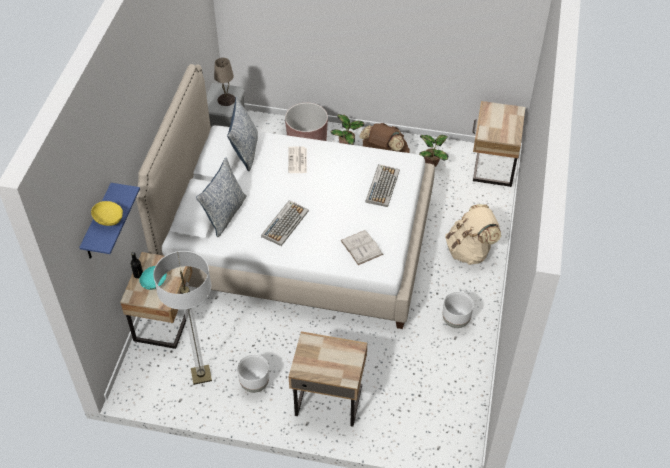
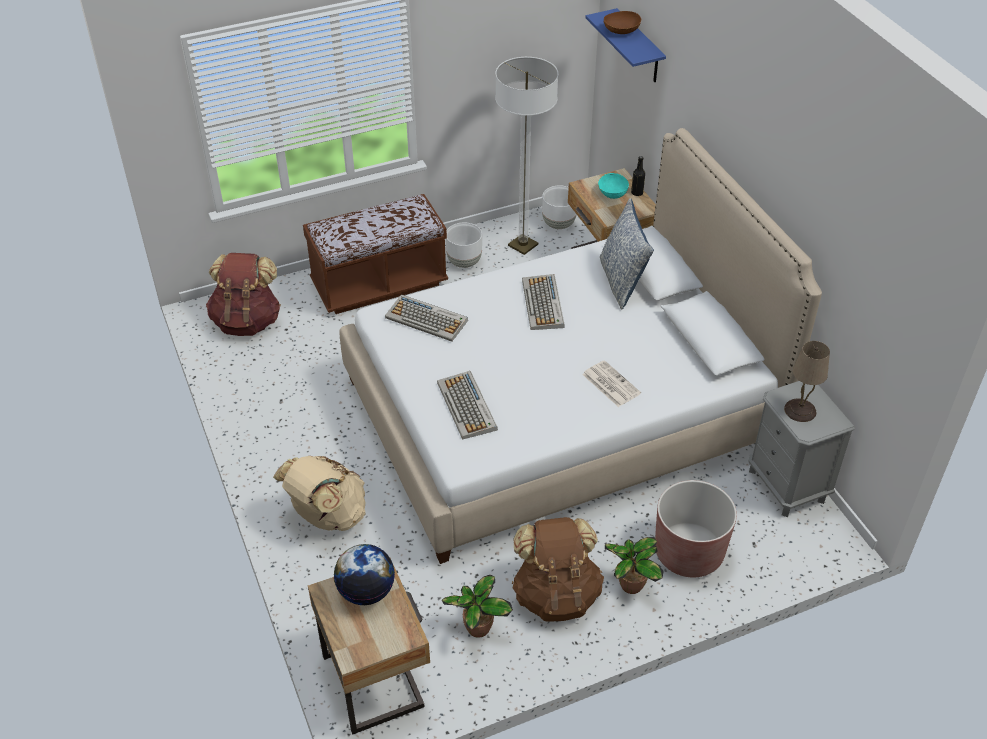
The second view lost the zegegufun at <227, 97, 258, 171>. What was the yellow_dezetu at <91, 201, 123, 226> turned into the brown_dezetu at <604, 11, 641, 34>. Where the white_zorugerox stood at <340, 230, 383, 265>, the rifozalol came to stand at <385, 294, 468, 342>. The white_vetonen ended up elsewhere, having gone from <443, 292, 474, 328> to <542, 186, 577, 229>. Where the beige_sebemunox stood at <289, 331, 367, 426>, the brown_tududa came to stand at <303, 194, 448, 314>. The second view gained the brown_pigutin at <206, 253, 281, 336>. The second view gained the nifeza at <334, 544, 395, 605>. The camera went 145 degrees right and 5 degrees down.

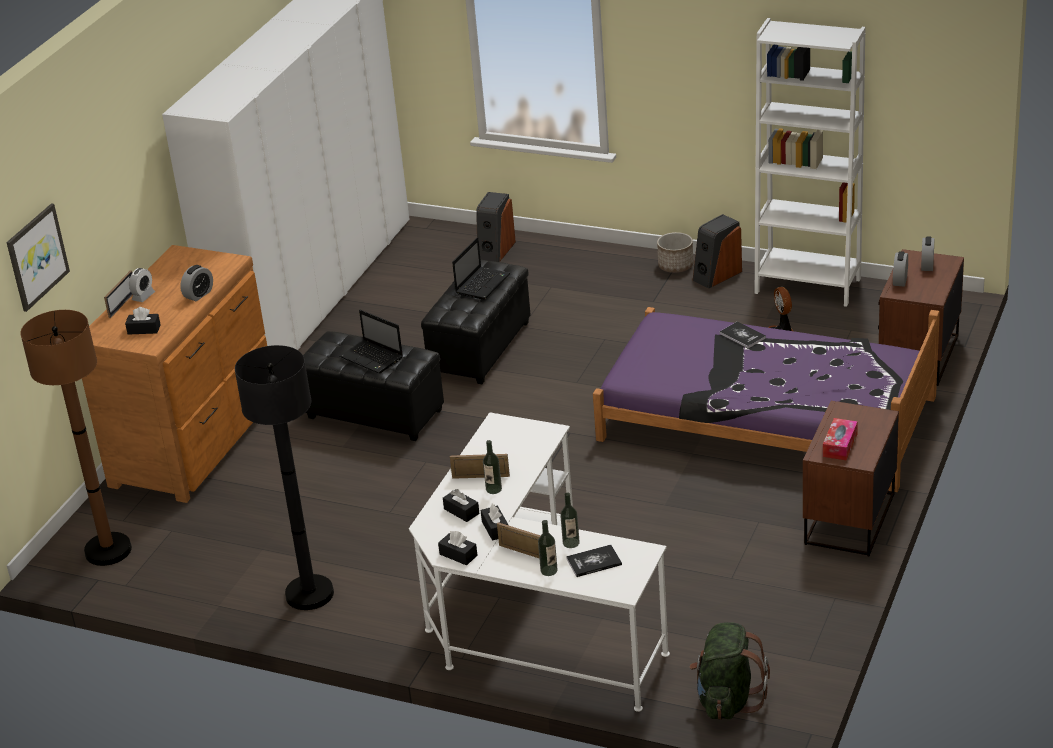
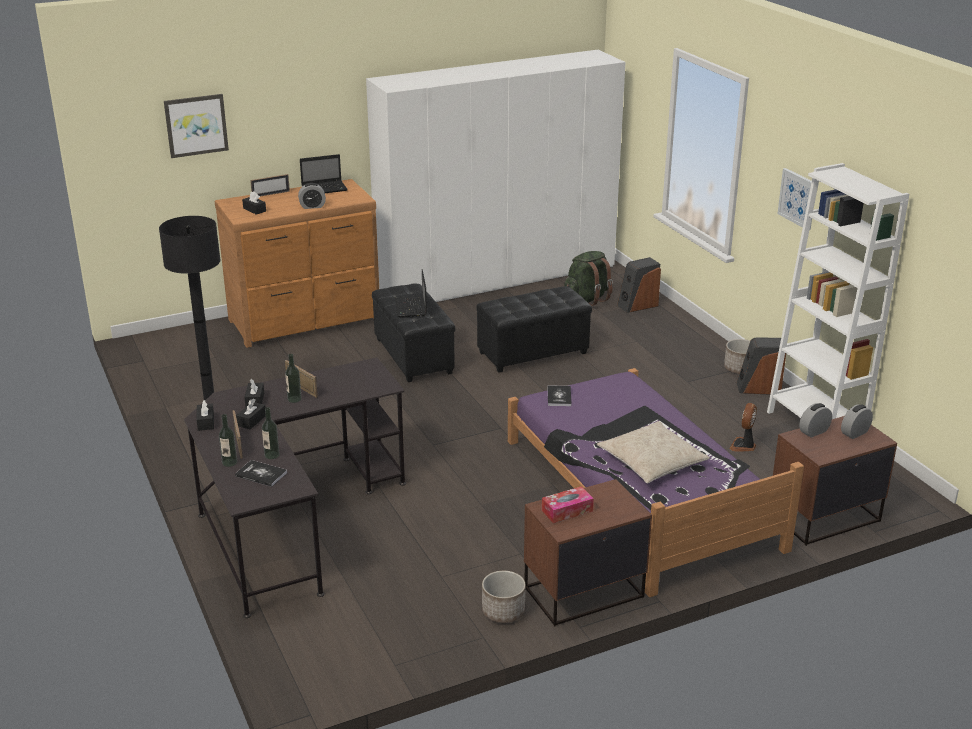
The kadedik ended up elsewhere, having gone from <452, 238, 510, 300> to <300, 154, 348, 193>. The second view lost the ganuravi at <129, 268, 155, 302>. The second view lost the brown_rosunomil at <20, 310, 132, 566>. The zorugerox ended up elsewhere, having gone from <720, 322, 766, 348> to <548, 386, 572, 406>. What was the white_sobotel at <409, 412, 670, 712> turned into the black_sobotel at <184, 357, 406, 618>. The green_pigutin ended up elsewhere, having gone from <689, 622, 770, 720> to <564, 251, 613, 306>. The second view gained the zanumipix at <777, 168, 812, 230>. The second view gained the beige_zegegufun at <597, 421, 710, 484>. The second view gained the vetonen at <482, 571, 525, 623>. The camera went 40 degrees right and 5 degrees down.

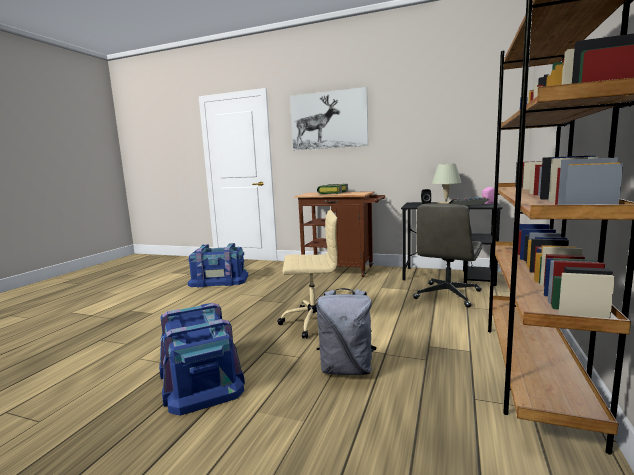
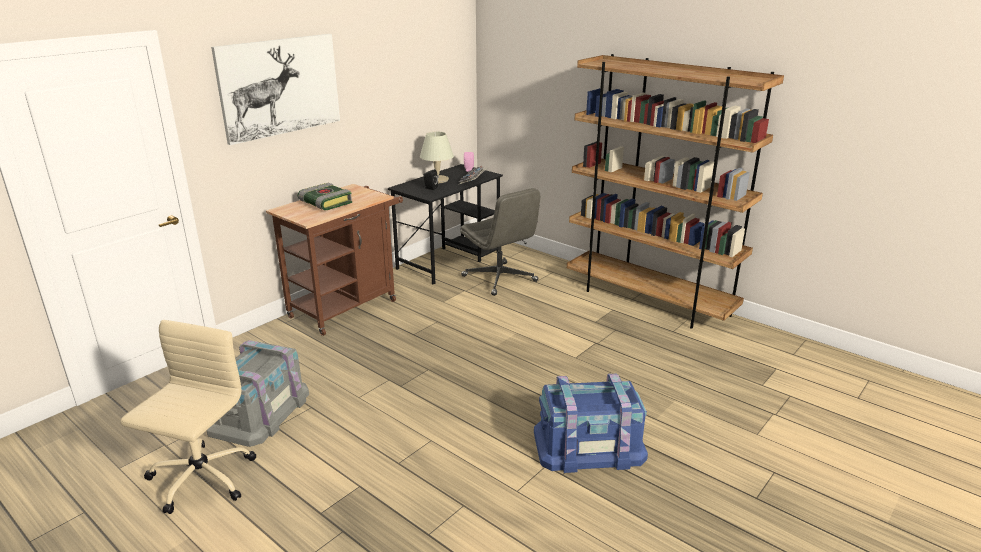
The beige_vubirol ended up elsewhere, having gone from <278, 210, 338, 339> to <121, 320, 256, 514>. What was the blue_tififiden at <188, 243, 248, 287> turned into the grey_tififiden at <206, 340, 309, 447>. The second view lost the grey_pigutin at <316, 288, 377, 375>. The camera went 70 degrees left and 15 degrees up.

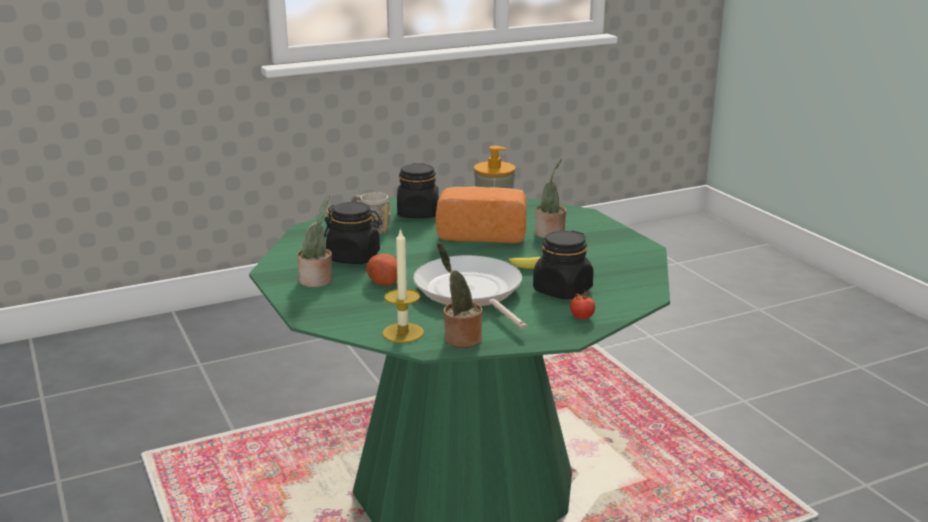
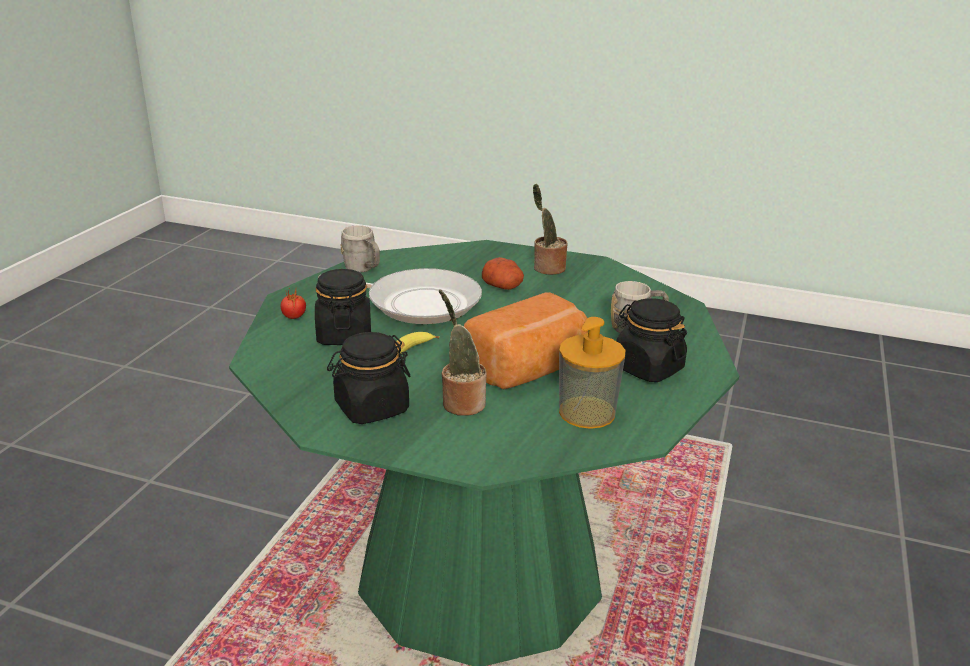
The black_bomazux ended up elsewhere, having gone from <324, 202, 382, 264> to <327, 332, 411, 424>. The second view lost the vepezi at <382, 228, 424, 343>. Where the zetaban stood at <437, 242, 482, 348>, the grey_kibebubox came to stand at <341, 225, 380, 273>. The camera went 135 degrees right and 5 degrees up.

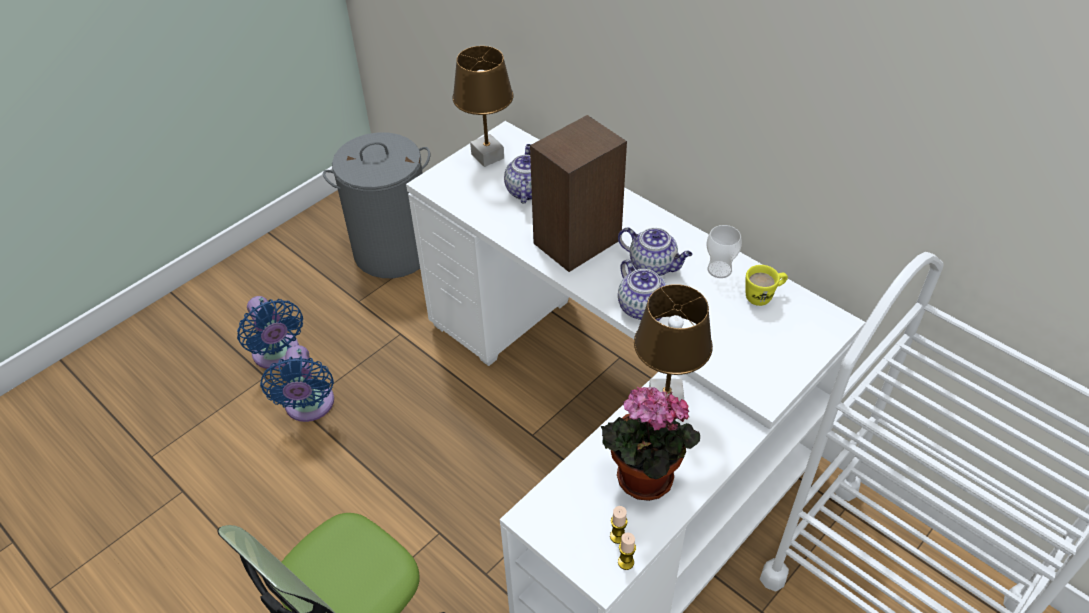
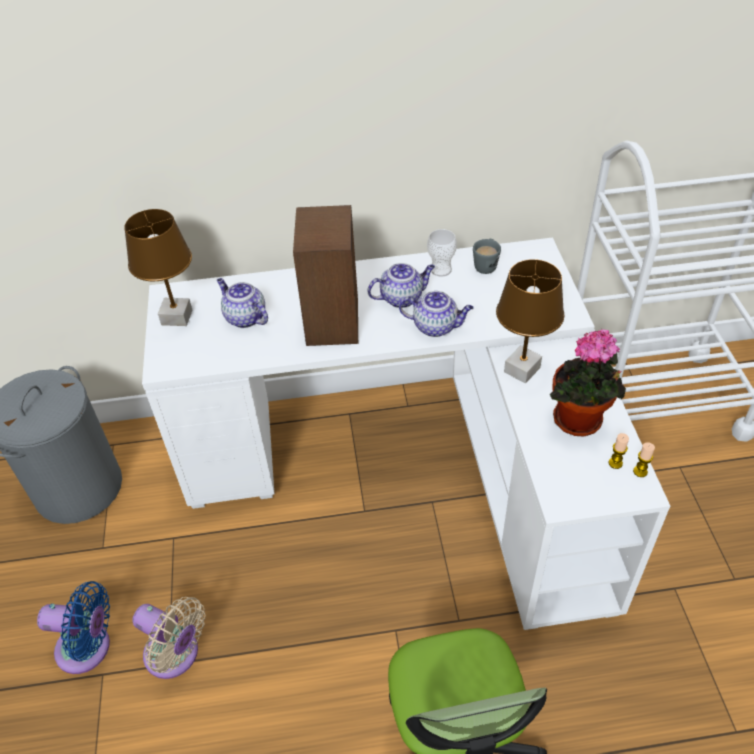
What was the yellow_kibebubox at <745, 265, 788, 306> turned into the grey_kibebubox at <473, 239, 501, 274>. What was the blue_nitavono at <260, 345, 334, 422> turned into the beige_nitavono at <132, 597, 205, 679>. The camera went 50 degrees left and 0 degrees up.

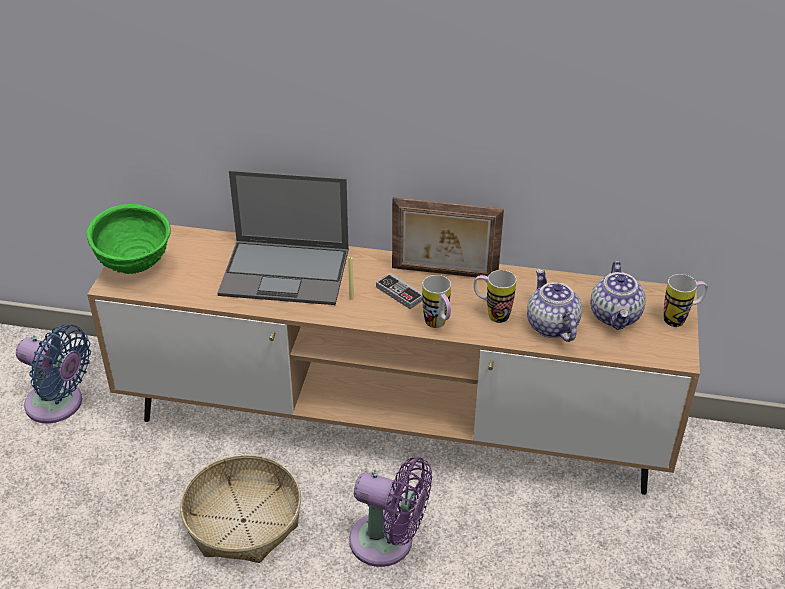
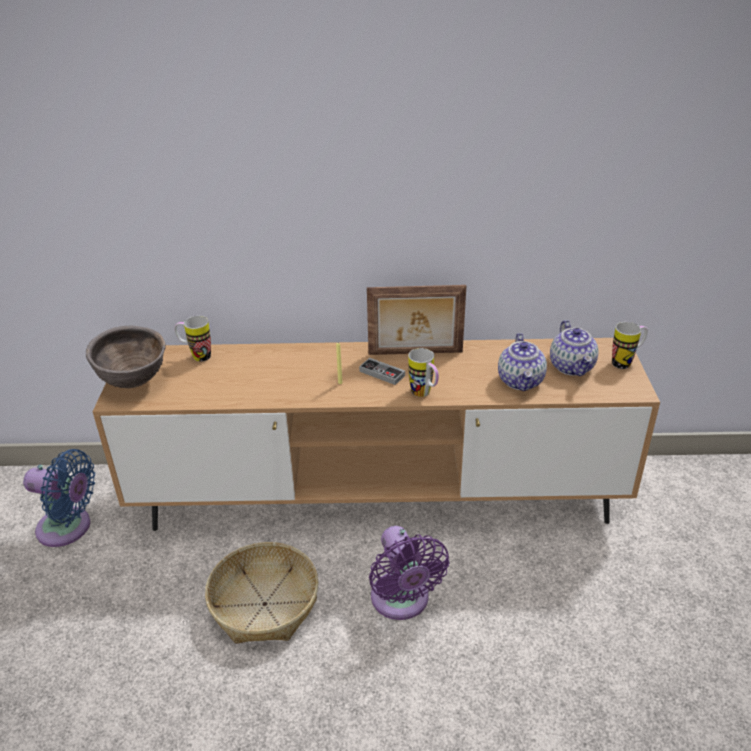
The second view lost the kadedik at <217, 170, 349, 305>. What was the green_dezetu at <87, 204, 171, 274> turned into the brown_dezetu at <86, 325, 166, 389>. The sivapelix at <527, 269, 582, 342> ended up facing another way, 150 degrees counterclockwise from before. The kibebubox ended up elsewhere, having gone from <474, 270, 516, 323> to <174, 316, 211, 362>. The purple_nitavono at <349, 457, 432, 567> ended up facing another way, 60 degrees clockwise from before. The camera went 10 degrees left and 5 degrees down.

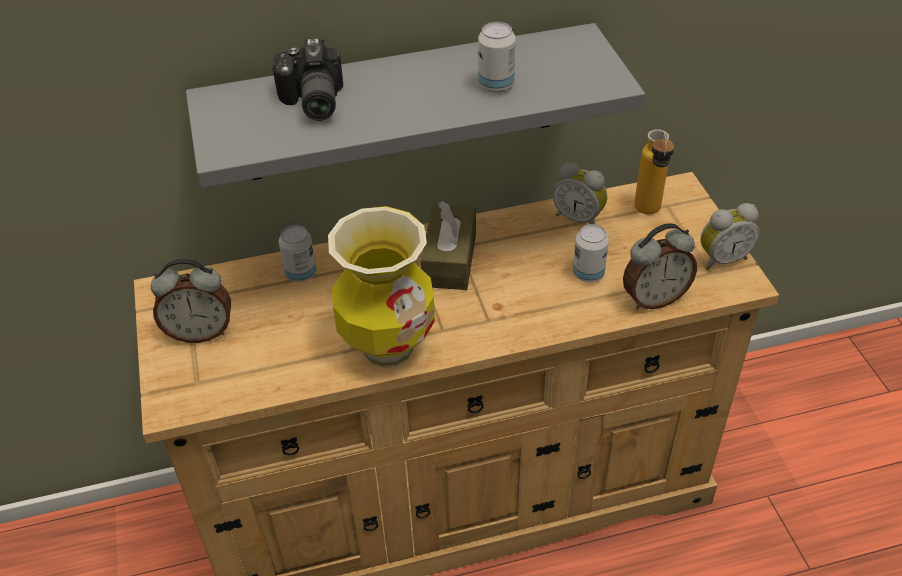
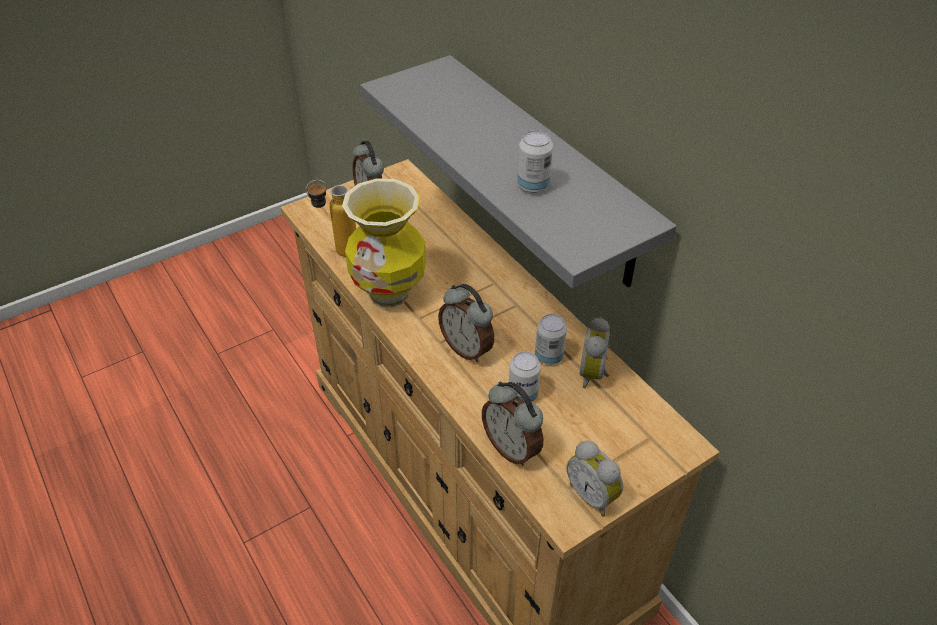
The second view lost the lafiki at <273, 38, 343, 121>. The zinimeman ended up elsewhere, having gone from <634, 129, 674, 214> to <306, 180, 356, 257>. The second view lost the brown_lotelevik at <421, 201, 476, 290>. The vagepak ended up elsewhere, having gone from <279, 225, 316, 282> to <535, 314, 567, 365>. The second view gained the ganuravi at <438, 284, 494, 362>. The camera went 70 degrees right and 0 degrees up.

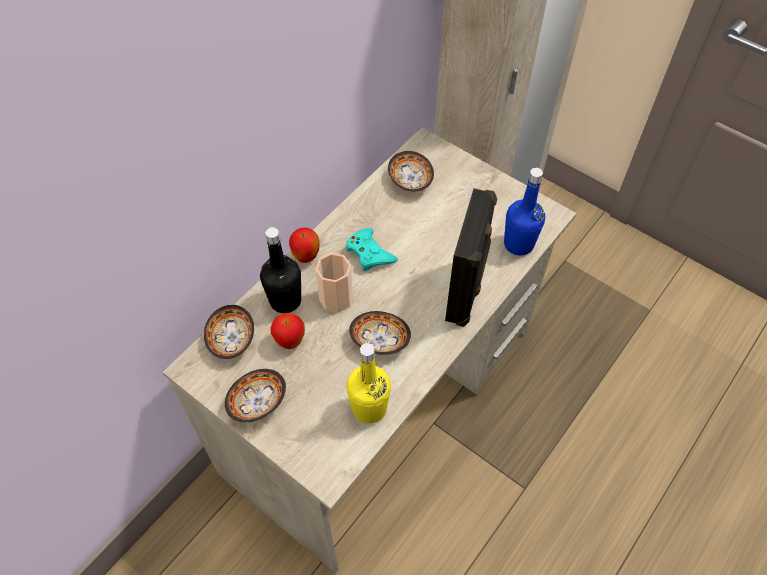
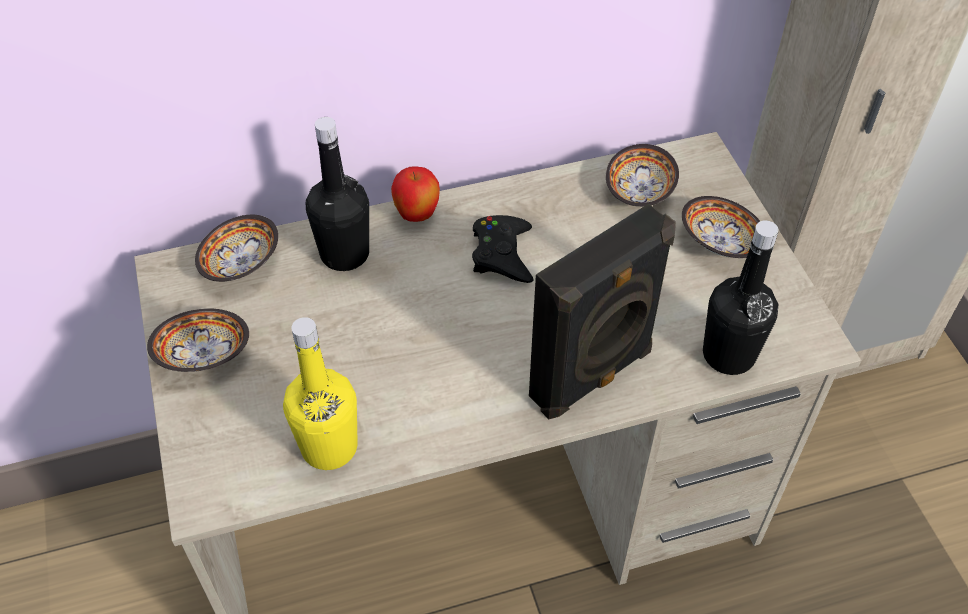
What was the blue_zinimeman at <504, 168, 545, 256> turned into the black_zinimeman at <703, 220, 779, 375>. What was the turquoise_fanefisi at <346, 228, 398, 271> turned into the black_fanefisi at <472, 215, 534, 283>. The second view lost the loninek at <315, 253, 353, 313>. The dezetu ended up elsewhere, having gone from <349, 311, 411, 355> to <682, 196, 760, 258>. The second view lost the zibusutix at <270, 313, 305, 349>. The camera went 35 degrees right and 5 degrees down.

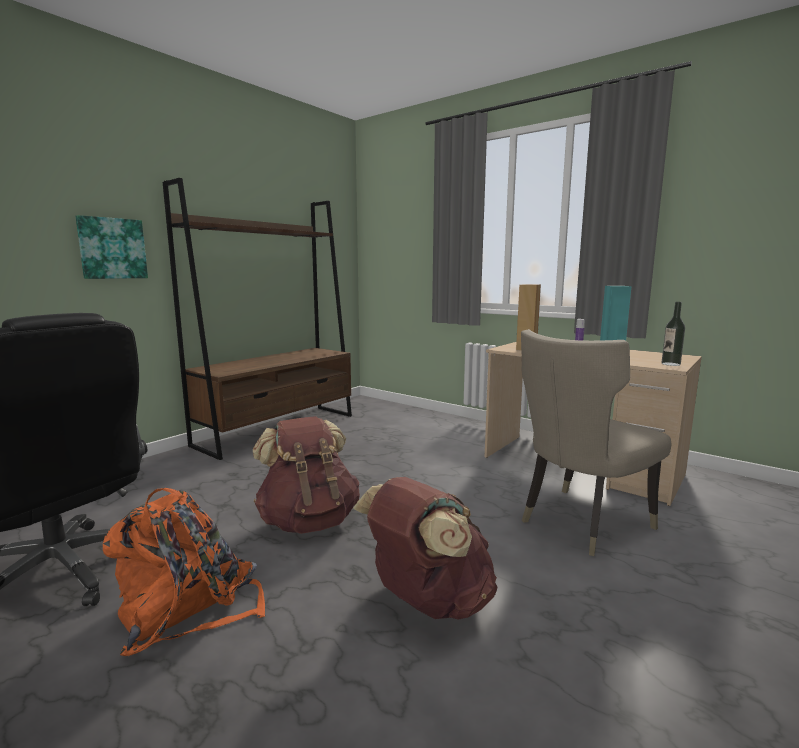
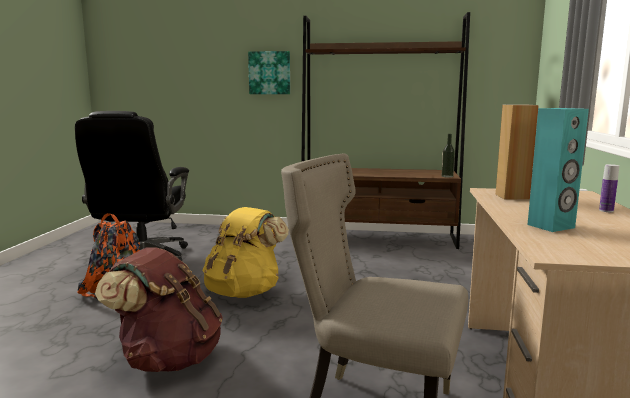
The zinimeman ended up elsewhere, having gone from <661, 302, 685, 366> to <441, 134, 455, 178>. What was the brown_pigutin at <253, 416, 360, 534> turned into the yellow_pigutin at <203, 207, 289, 298>. The camera went 60 degrees right and 0 degrees up.

